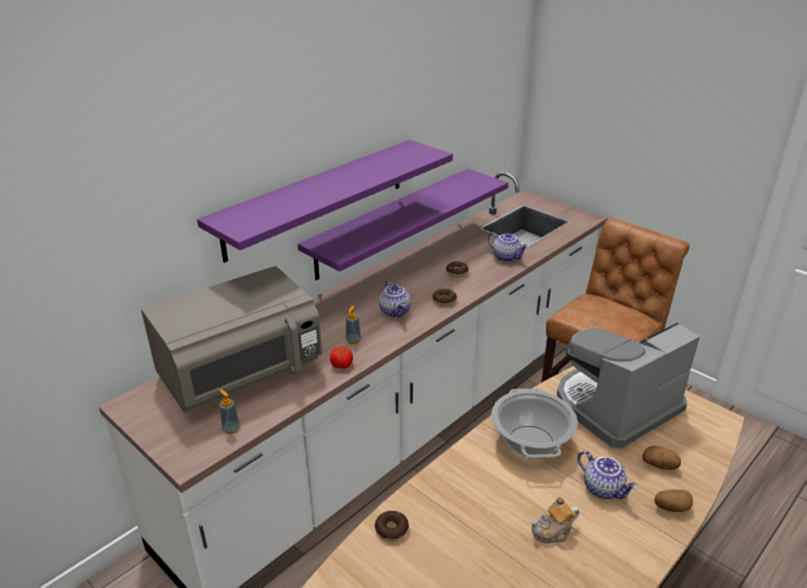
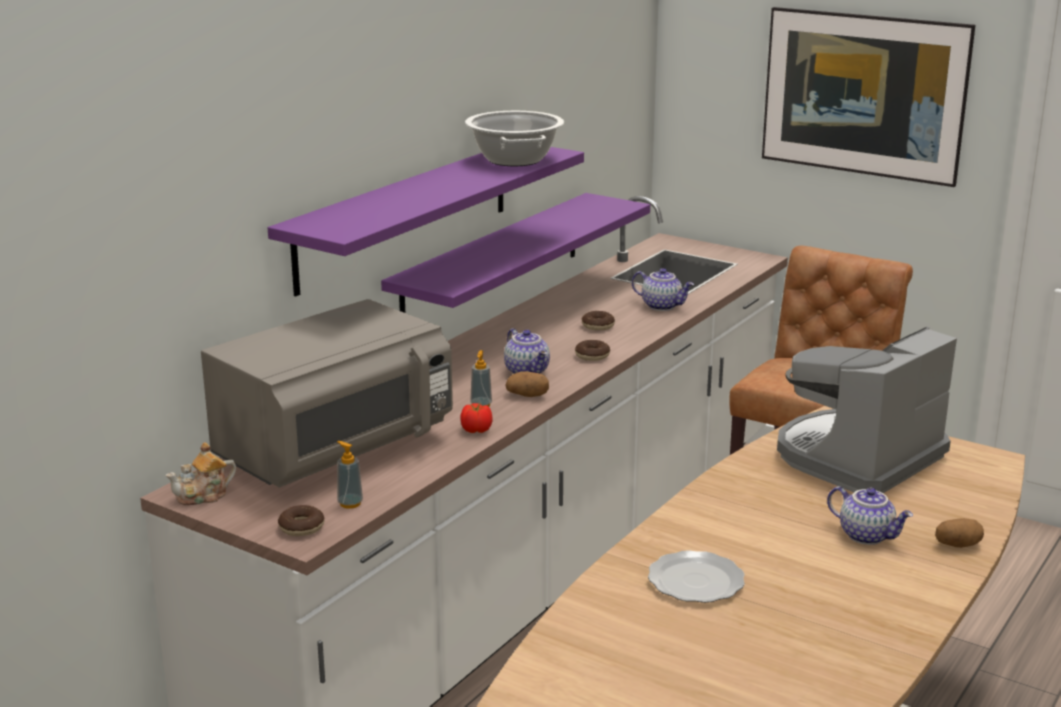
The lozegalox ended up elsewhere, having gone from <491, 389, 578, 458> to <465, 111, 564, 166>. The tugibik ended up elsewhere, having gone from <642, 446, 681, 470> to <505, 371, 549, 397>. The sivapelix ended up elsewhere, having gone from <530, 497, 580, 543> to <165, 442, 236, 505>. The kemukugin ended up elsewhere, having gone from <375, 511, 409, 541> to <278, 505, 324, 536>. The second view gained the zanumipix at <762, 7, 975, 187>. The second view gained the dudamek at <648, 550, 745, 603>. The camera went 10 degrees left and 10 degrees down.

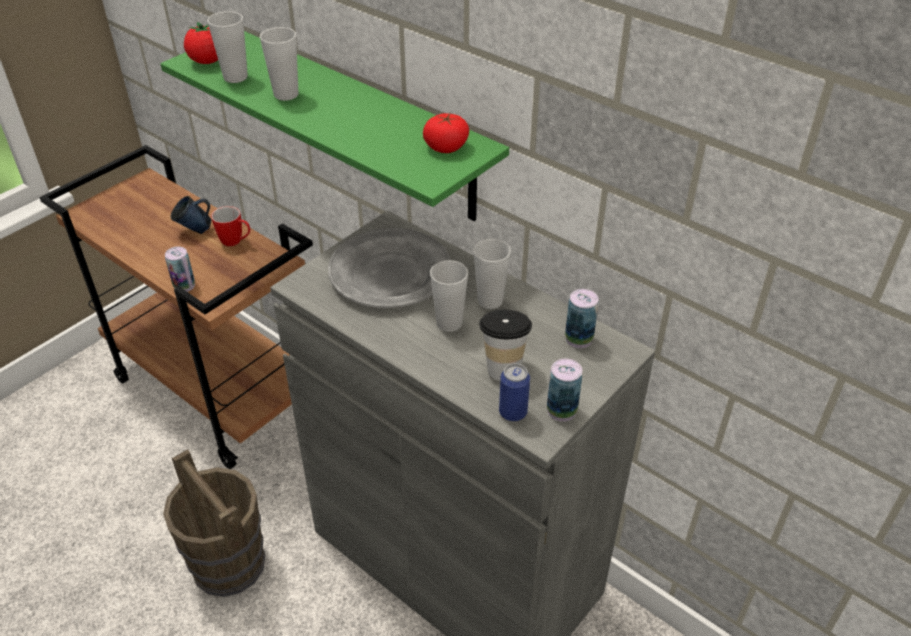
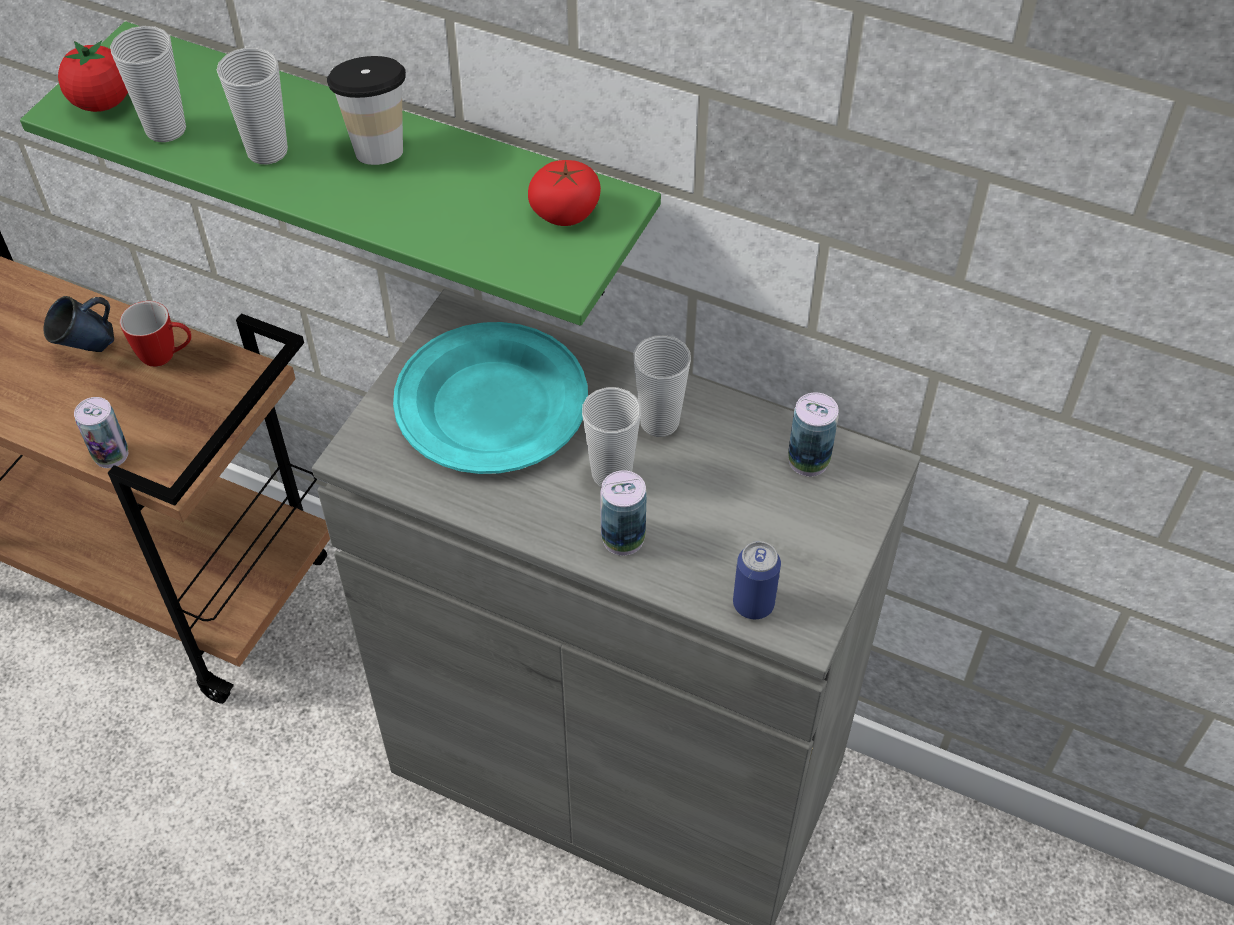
What was the grey_dudamek at <328, 228, 450, 308> turned into the turquoise_dudamek at <393, 322, 588, 474>. The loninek ended up elsewhere, having gone from <479, 310, 532, 381> to <327, 56, 406, 165>. The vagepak ended up elsewhere, having gone from <547, 359, 582, 422> to <600, 470, 647, 556>. The second view lost the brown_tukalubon at <163, 449, 265, 597>. The camera went 15 degrees left and 10 degrees up.

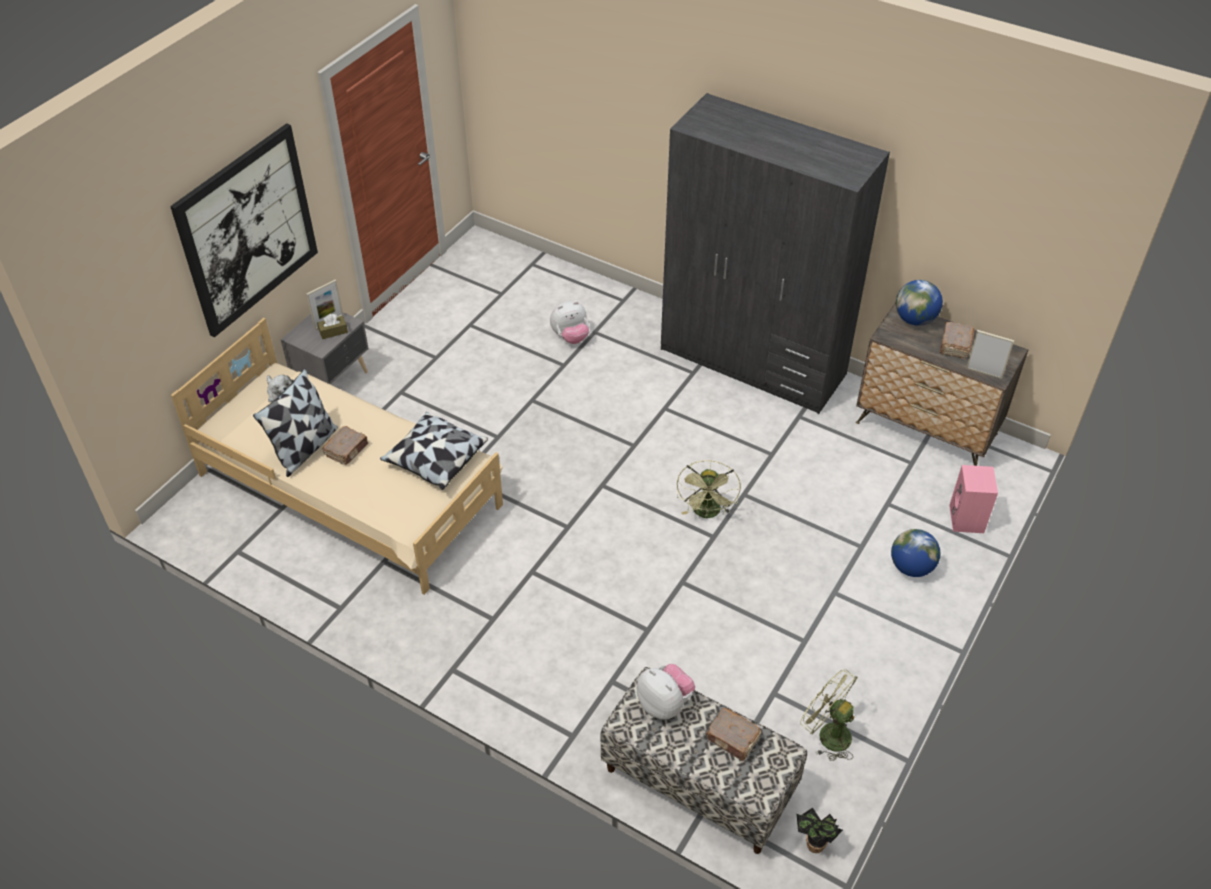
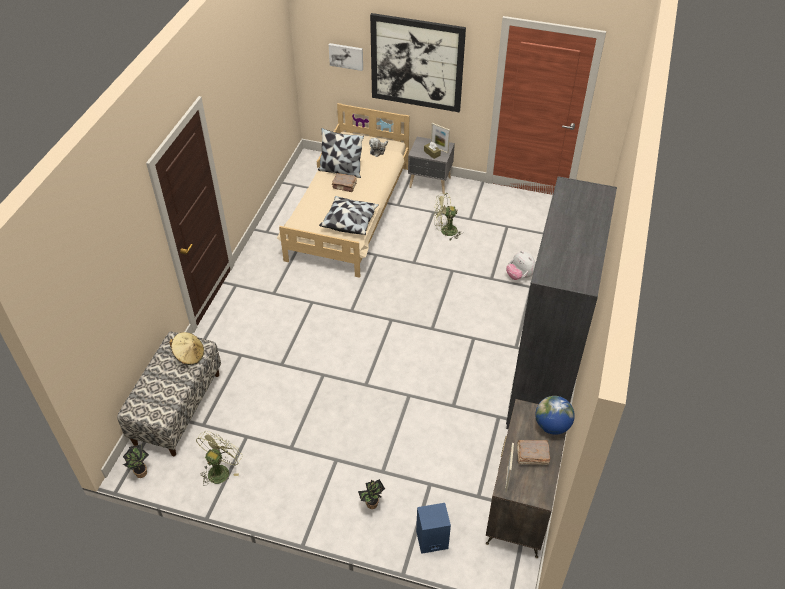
The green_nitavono ended up elsewhere, having gone from <677, 460, 741, 518> to <434, 193, 463, 240>. What was the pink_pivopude at <949, 465, 998, 533> turned into the blue_pivopude at <416, 503, 451, 554>. Where the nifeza stood at <891, 529, 940, 577>, the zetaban came to stand at <358, 479, 385, 509>. Where the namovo stood at <637, 664, 695, 719>, the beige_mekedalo came to stand at <169, 332, 204, 365>. The second view lost the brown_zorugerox at <706, 708, 761, 761>. The second view gained the zanumipix at <329, 43, 363, 71>. The camera went 75 degrees right and 0 degrees up.

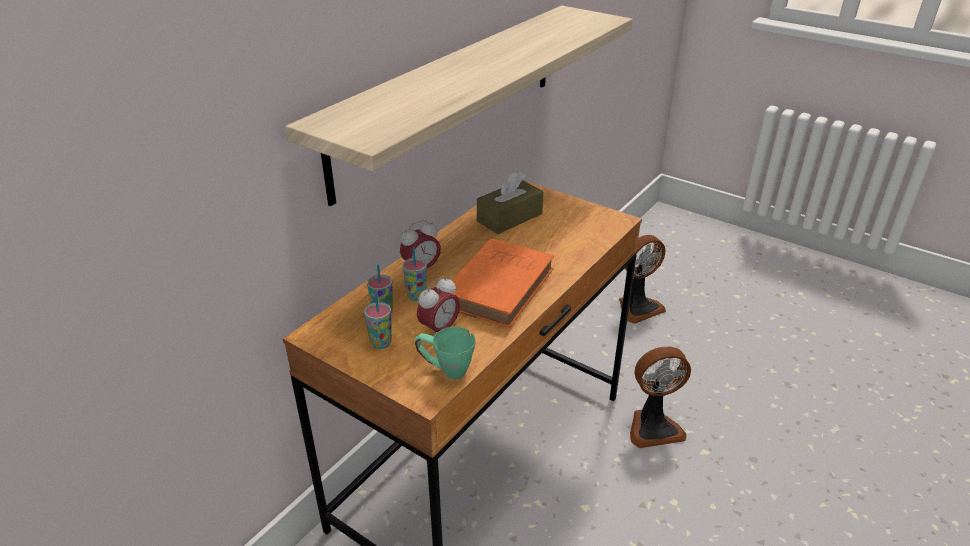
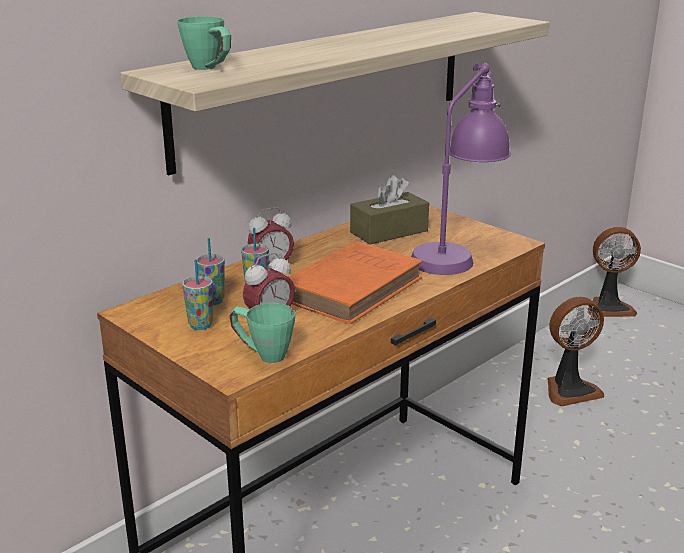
The nitavono ended up elsewhere, having gone from <630, 347, 691, 448> to <588, 227, 641, 317>. The second view gained the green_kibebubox at <178, 16, 231, 70>. The second view gained the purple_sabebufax at <411, 63, 511, 275>. The camera went 10 degrees right and 10 degrees down.

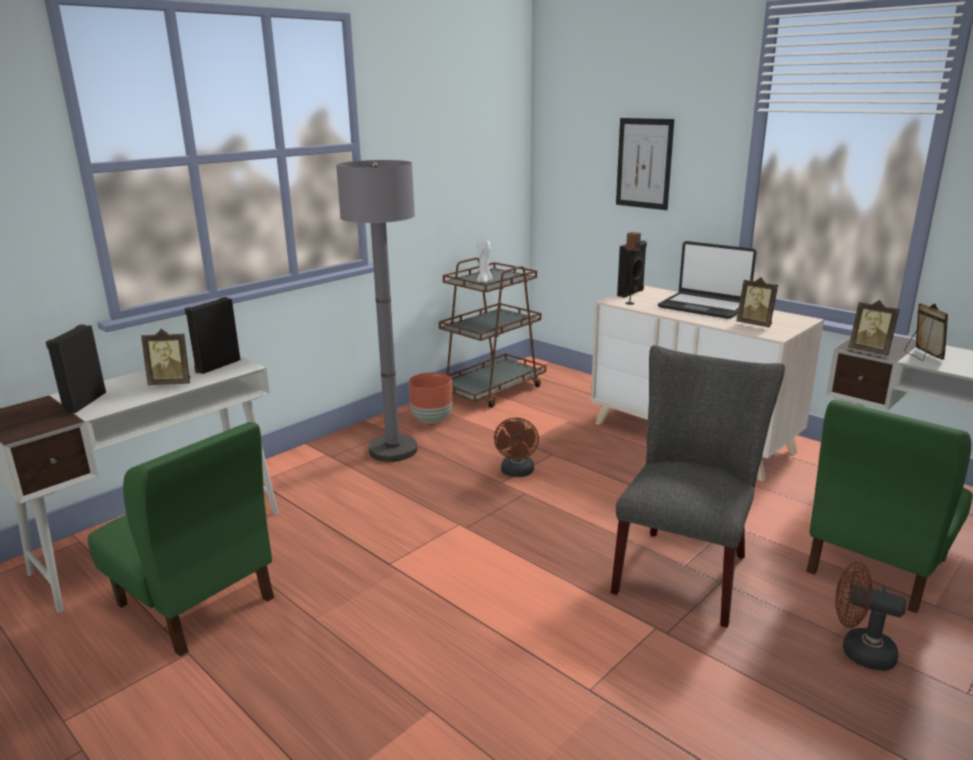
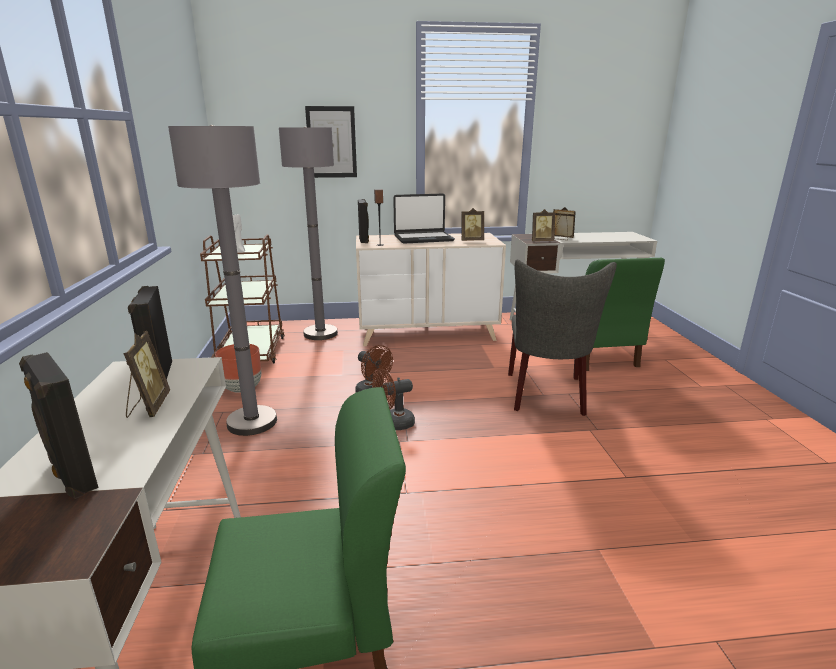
The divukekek at <141, 329, 190, 385> ended up facing another way, 45 degrees counterclockwise from before. The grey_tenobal at <611, 345, 785, 628> ended up facing another way, 150 degrees counterclockwise from before. The brown_nitavono ended up elsewhere, having gone from <835, 562, 906, 671> to <372, 369, 415, 430>. The second view gained the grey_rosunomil at <279, 127, 338, 340>. The camera went 50 degrees left and 0 degrees up.

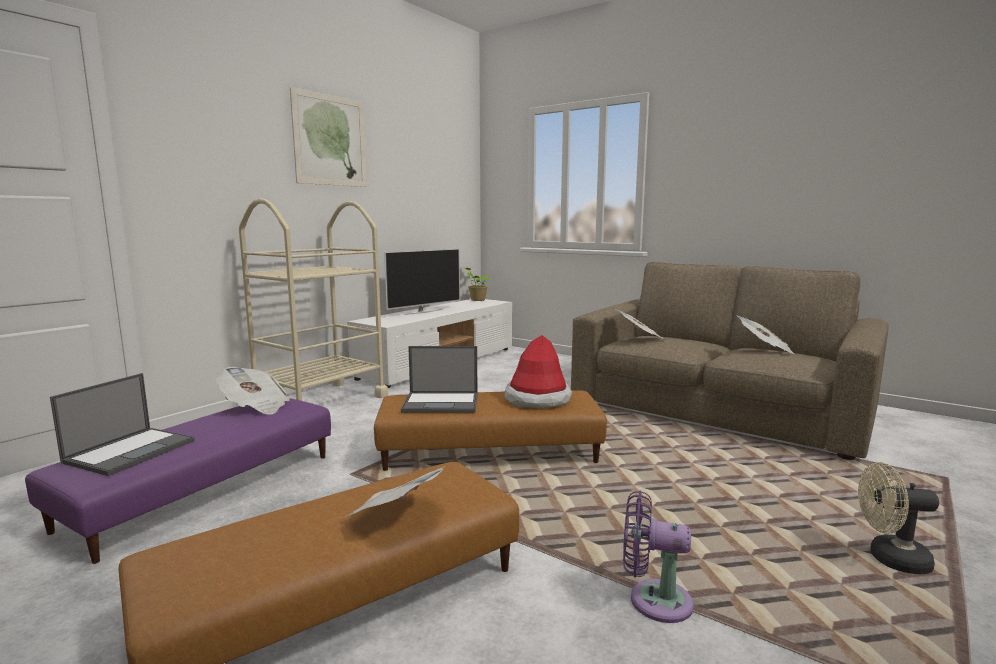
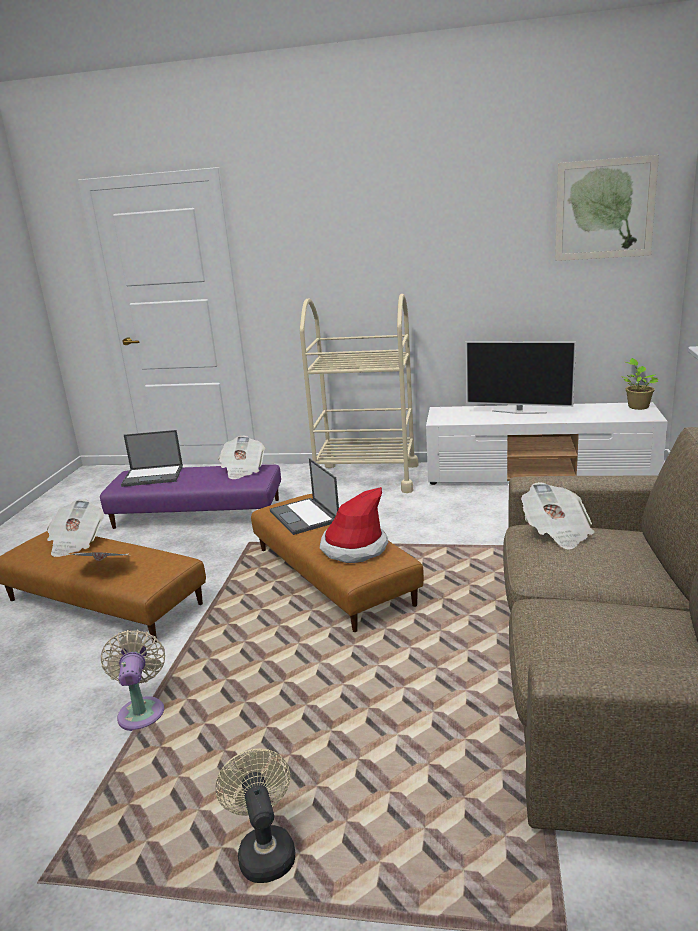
The zanumipix ended up elsewhere, having gone from <290, 87, 367, 187> to <555, 155, 659, 261>. The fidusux ended up elsewhere, having gone from <736, 315, 794, 354> to <47, 499, 104, 557>. What was the purple_nitavono at <623, 491, 694, 623> turned into the beige_nitavono at <101, 630, 165, 731>. The camera went 65 degrees right and 10 degrees up.

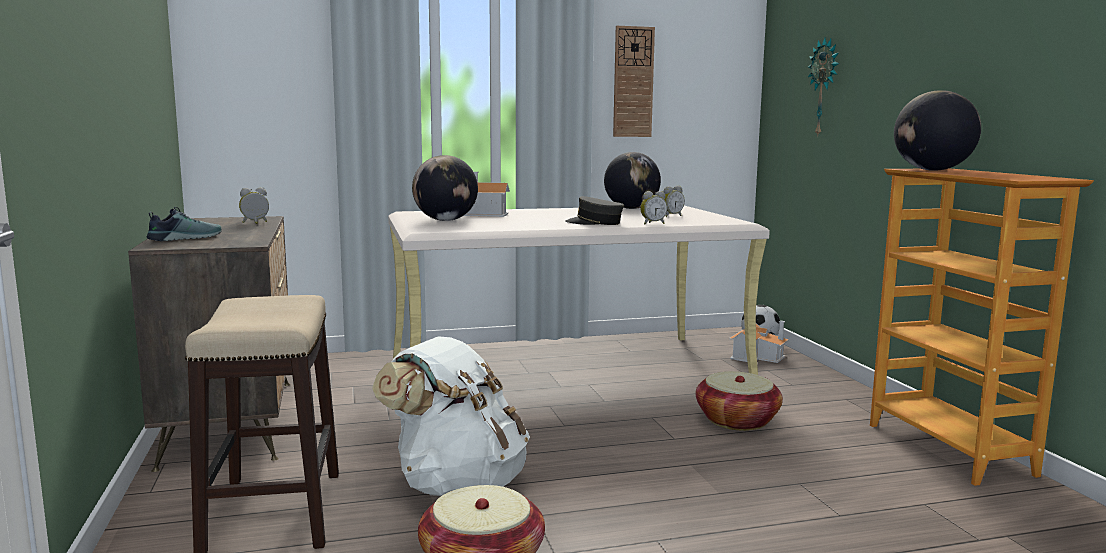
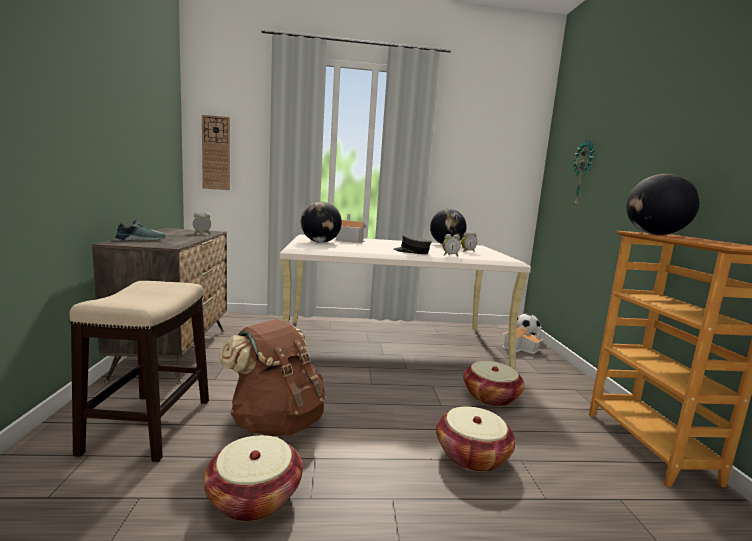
The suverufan ended up elsewhere, having gone from <613, 26, 655, 137> to <202, 115, 230, 190>. What was the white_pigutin at <372, 336, 530, 496> turned into the brown_pigutin at <219, 319, 326, 437>. The second view gained the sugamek at <436, 406, 515, 472>. The camera went 10 degrees right and 0 degrees up.

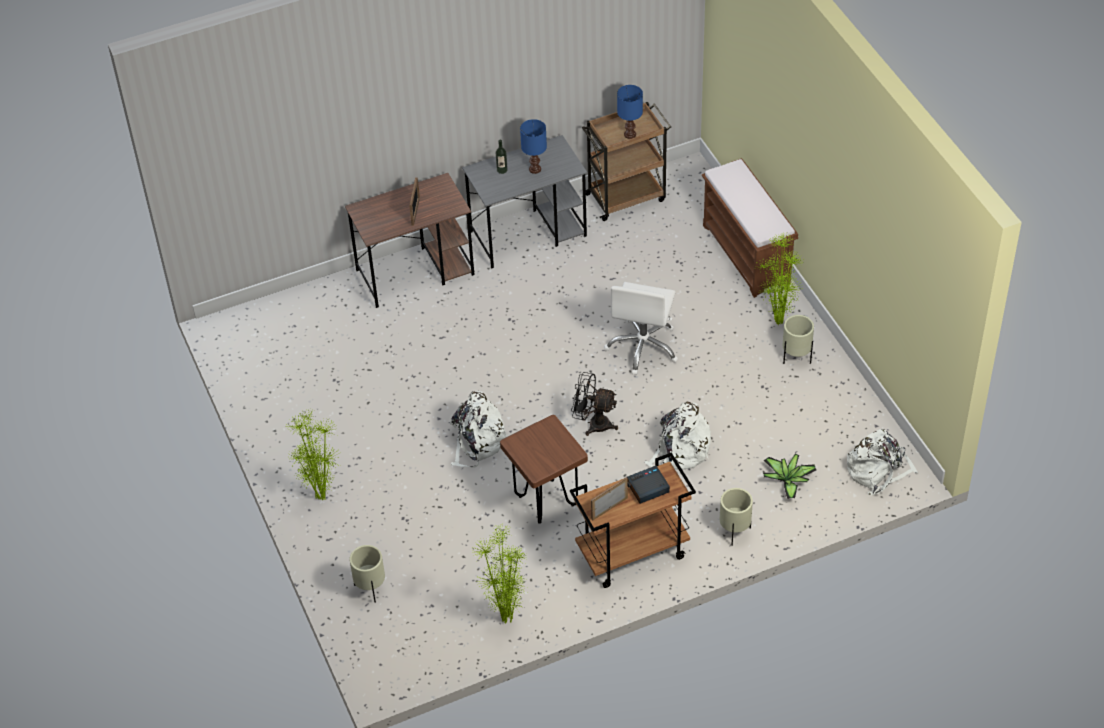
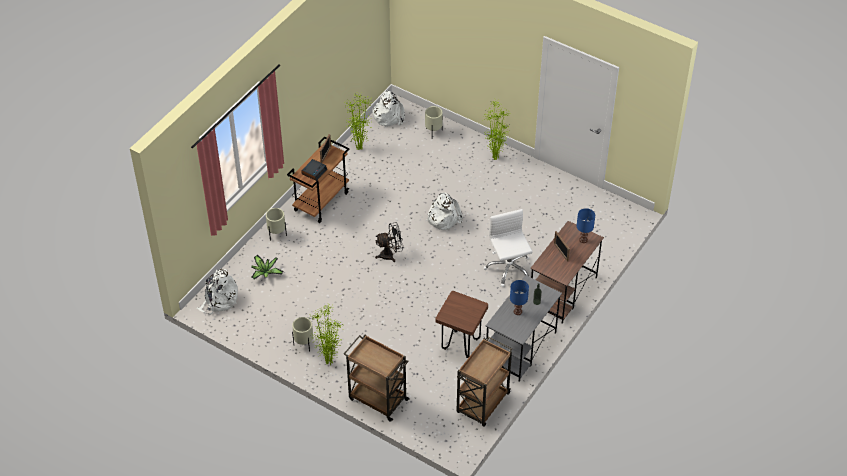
The blue_sabebufax ended up elsewhere, having gone from <617, 85, 643, 139> to <576, 208, 595, 243>. Where the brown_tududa stood at <702, 158, 798, 298>, the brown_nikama came to stand at <344, 335, 410, 422>. The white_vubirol ended up elsewhere, having gone from <604, 282, 678, 375> to <484, 209, 533, 287>. The white_pigutin ended up elsewhere, having gone from <644, 401, 711, 470> to <371, 90, 405, 127>. The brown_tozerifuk ended up elsewhere, having gone from <500, 415, 588, 524> to <435, 291, 488, 358>. The camera went 145 degrees right and 0 degrees up.

